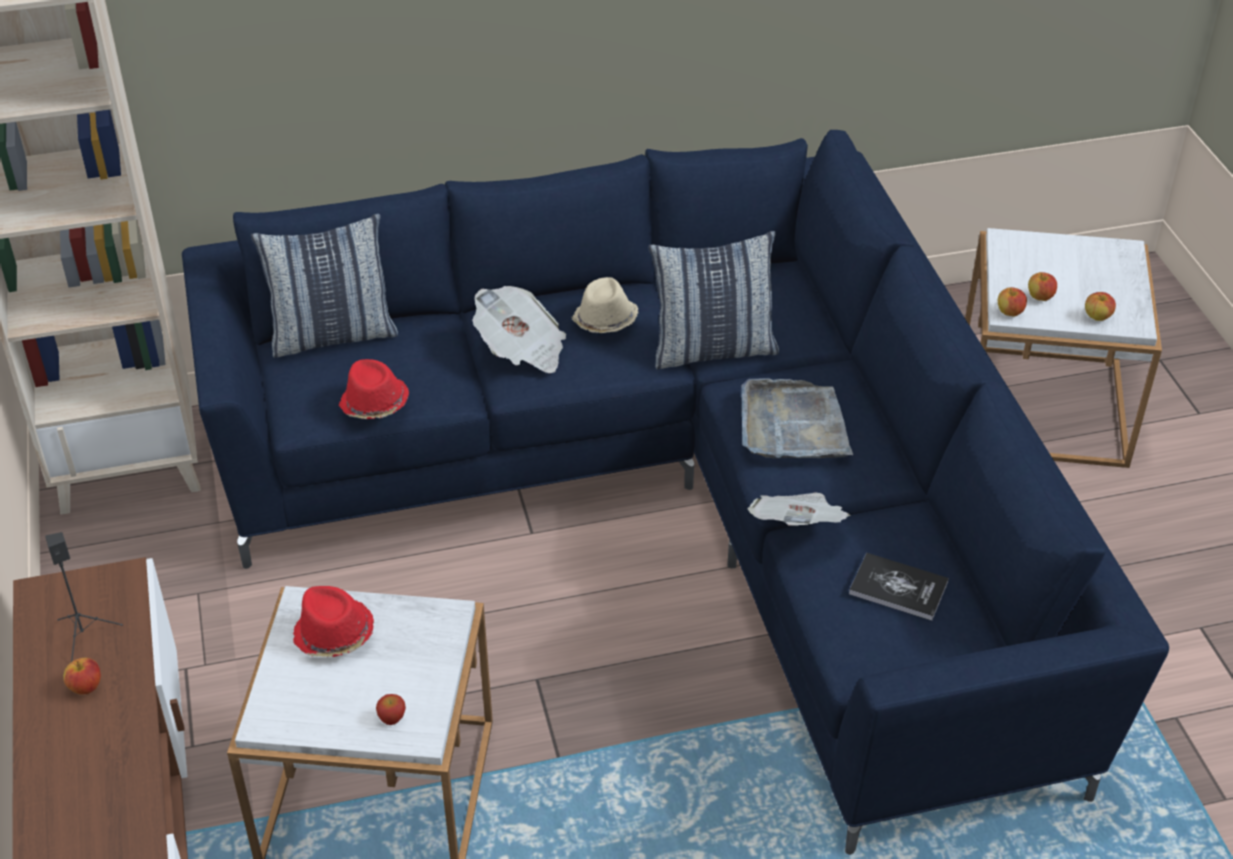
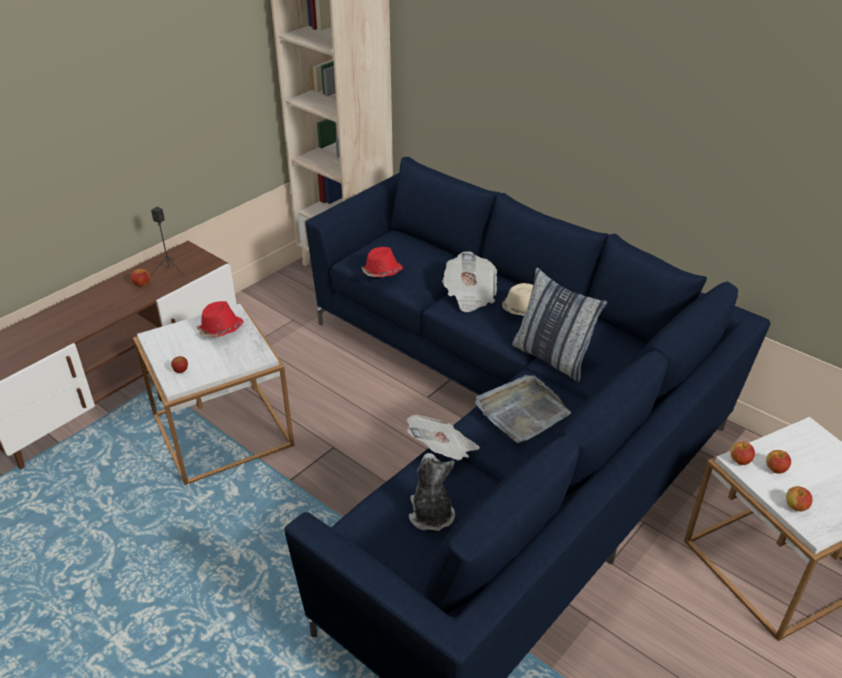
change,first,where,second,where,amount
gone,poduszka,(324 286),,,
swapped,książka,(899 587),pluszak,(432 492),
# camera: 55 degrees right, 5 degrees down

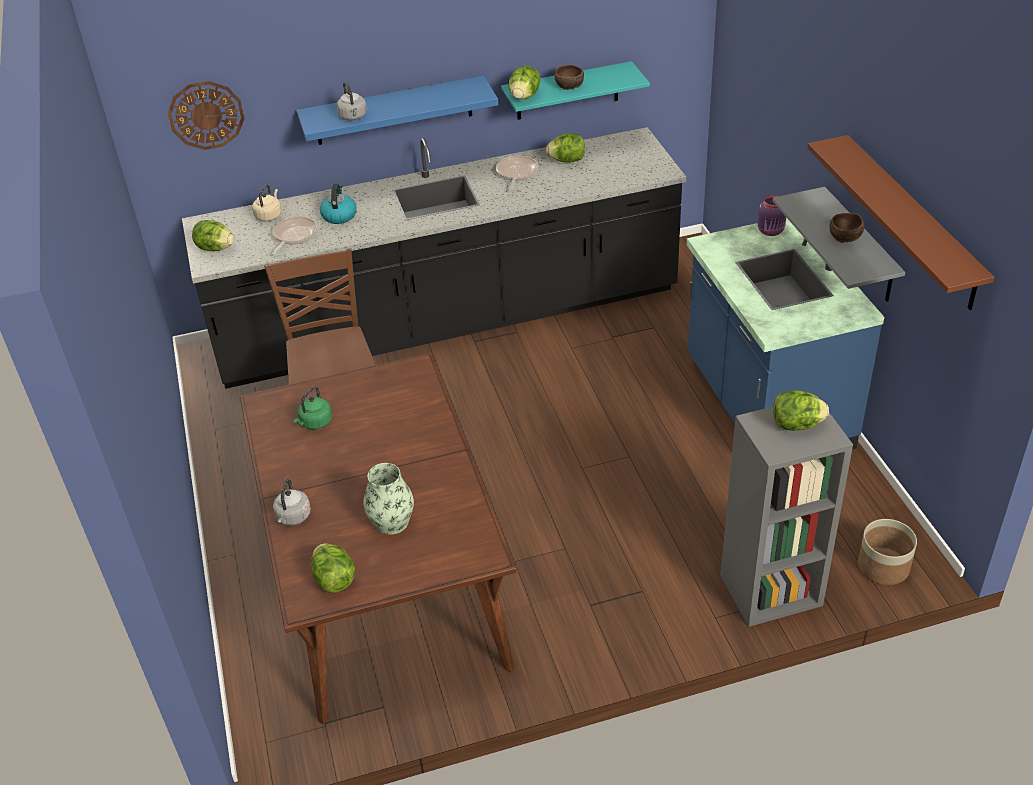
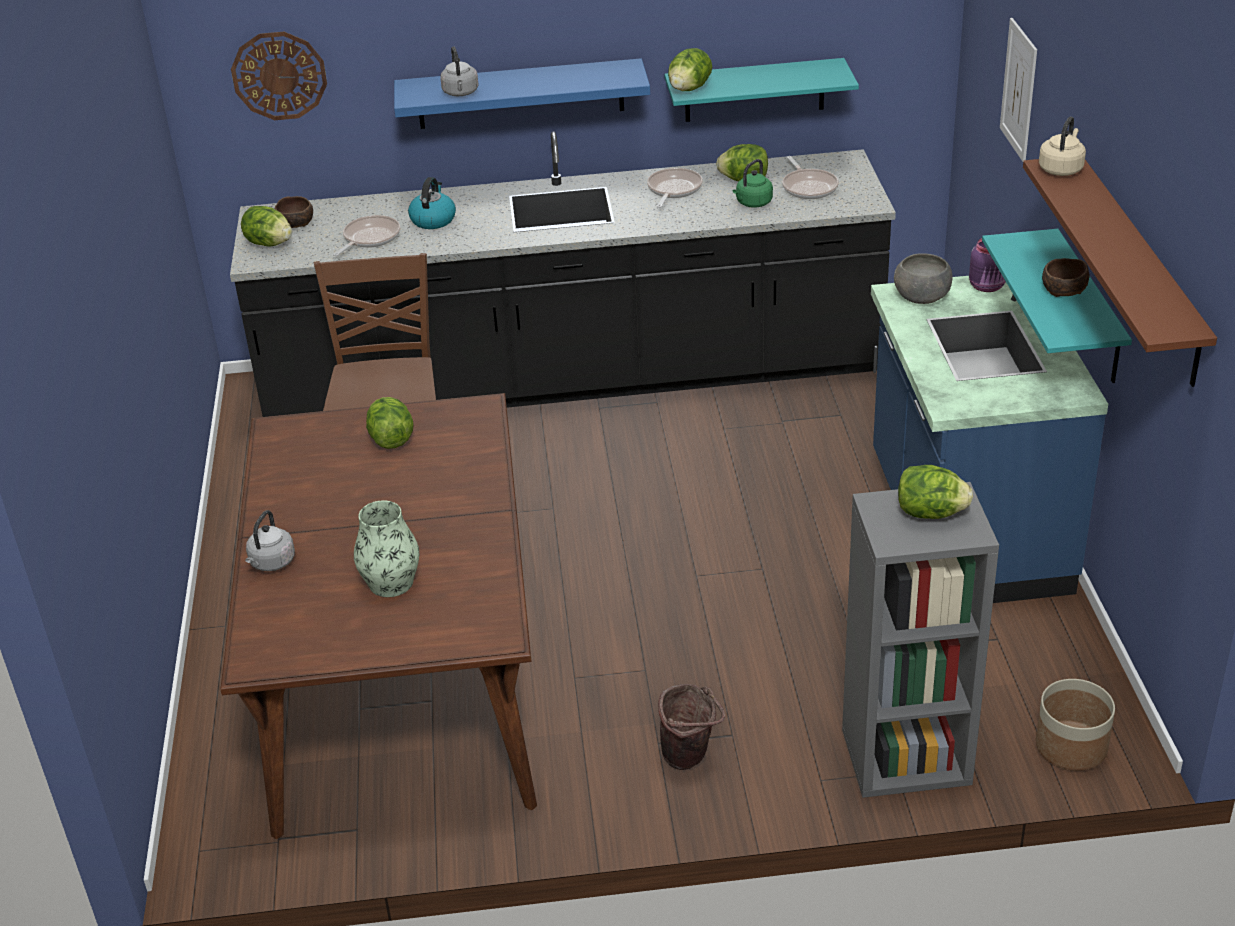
change,first,where,second,where,amount
new,,,wiadro [brązowy],(691 727),
new,,,patelnia,(810 177),
new,,,miska [szary],(923 278),
new,,,obraz,(1018 90),
shifted,czajnik [beżowy],(267 203),,(1062 146),
shifted,czajnik [zielony],(312 407),,(753 183),
shifted,sałata,(333 568),,(390 423),
shifted,miska [brązowy],(569 77),,(294 212),
repainted,półka [szary],(838 244),półka [turkusowy],(1057 306),
# camera: 10 degrees right, 5 degrees down

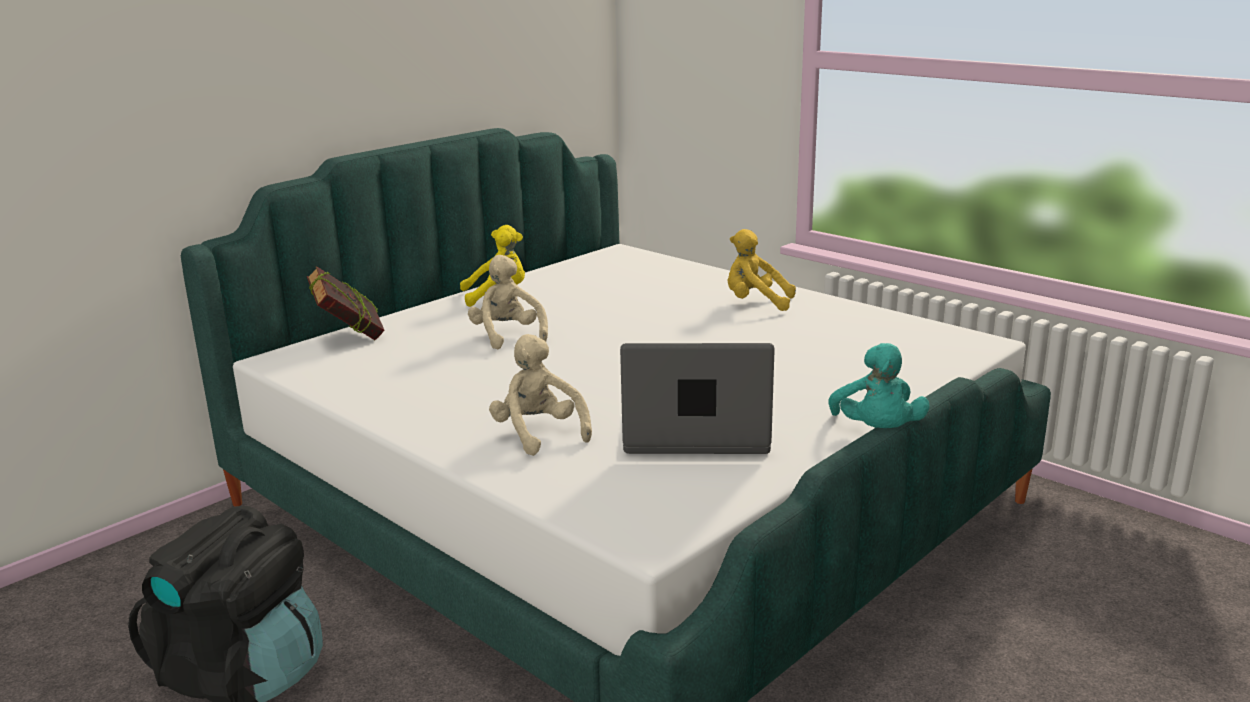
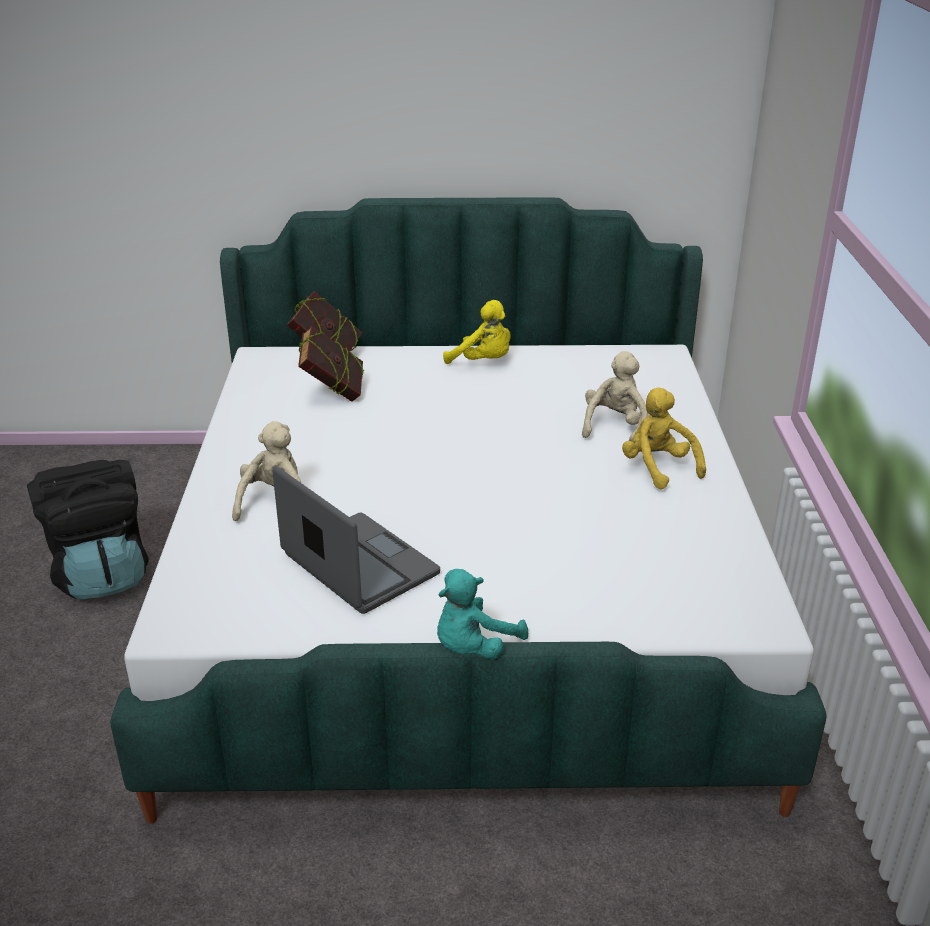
change,first,where,second,where,amount
new,,,książka,(331 364),
shifted,pluszak [beżowy],(508 302),,(615 396),
# camera: 45 degrees right, 10 degrees up

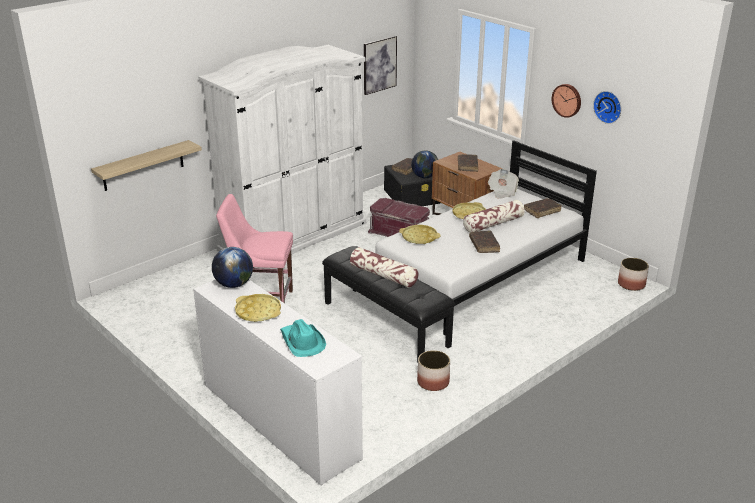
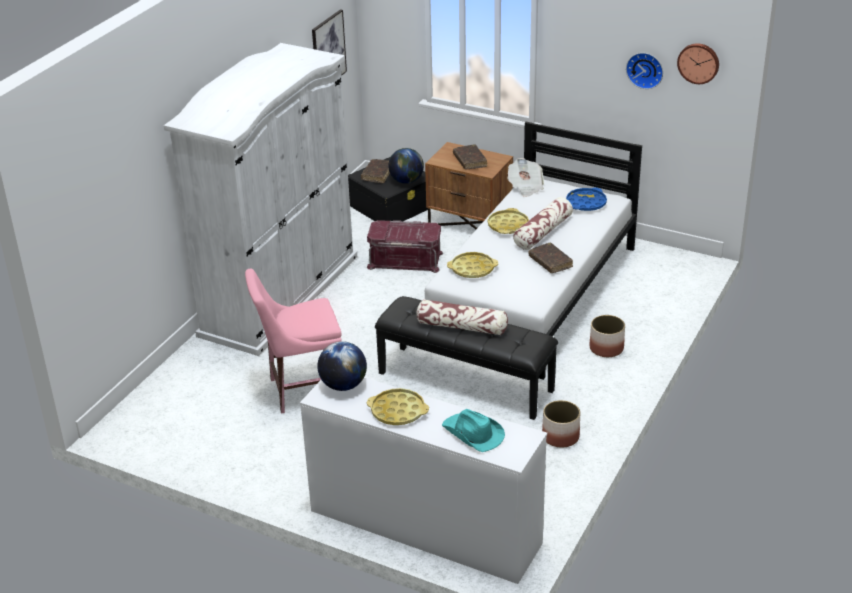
change,first,where,second,where,amount
gone,półka,(146 165),,,
shifted,zegar ścienny,(566 101),,(698 63),
shifted,donica,(633 274),,(607 336),
swapped,książka [brązowy],(543 208),taca [niebieski],(586 199),
# camera: 20 degrees left, 5 degrees up

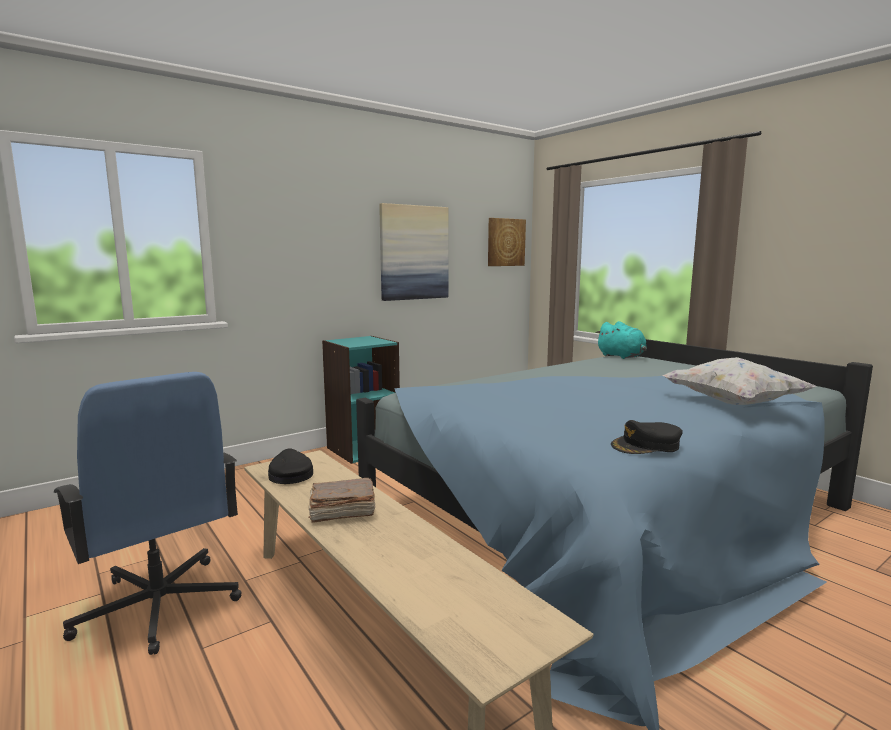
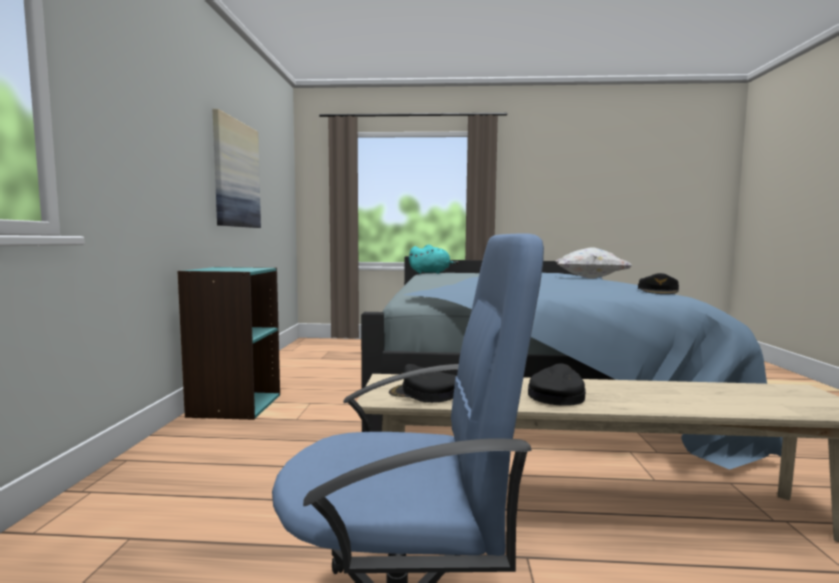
change,first,where,second,where,amount
gone,obraz,(507 242),,,
swapped,książka [brązowy],(342 500),czapka z daszkiem [czarny],(557 384),
# camera: 50 degrees left, 5 degrees down

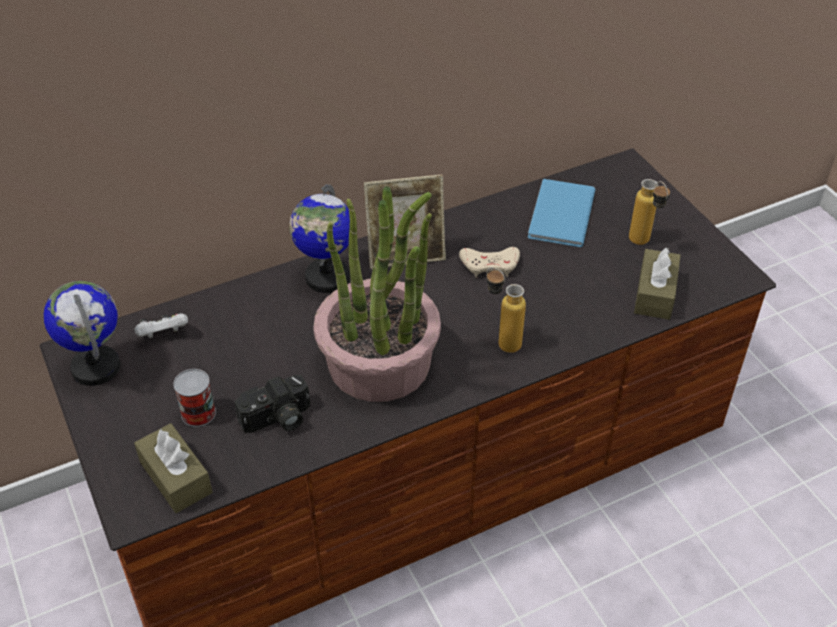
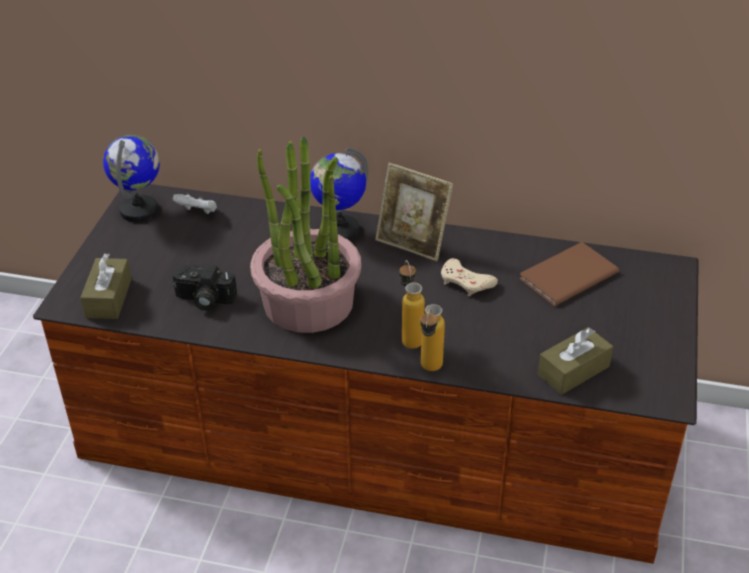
change,first,where,second,where,amount
gone,puszka,(194 398),,,
shifted,butelka,(649 212),,(432 337),
repainted,książka [niebieski],(562 213),książka [brązowy],(569 274),
# camera: 40 degrees right, 5 degrees down

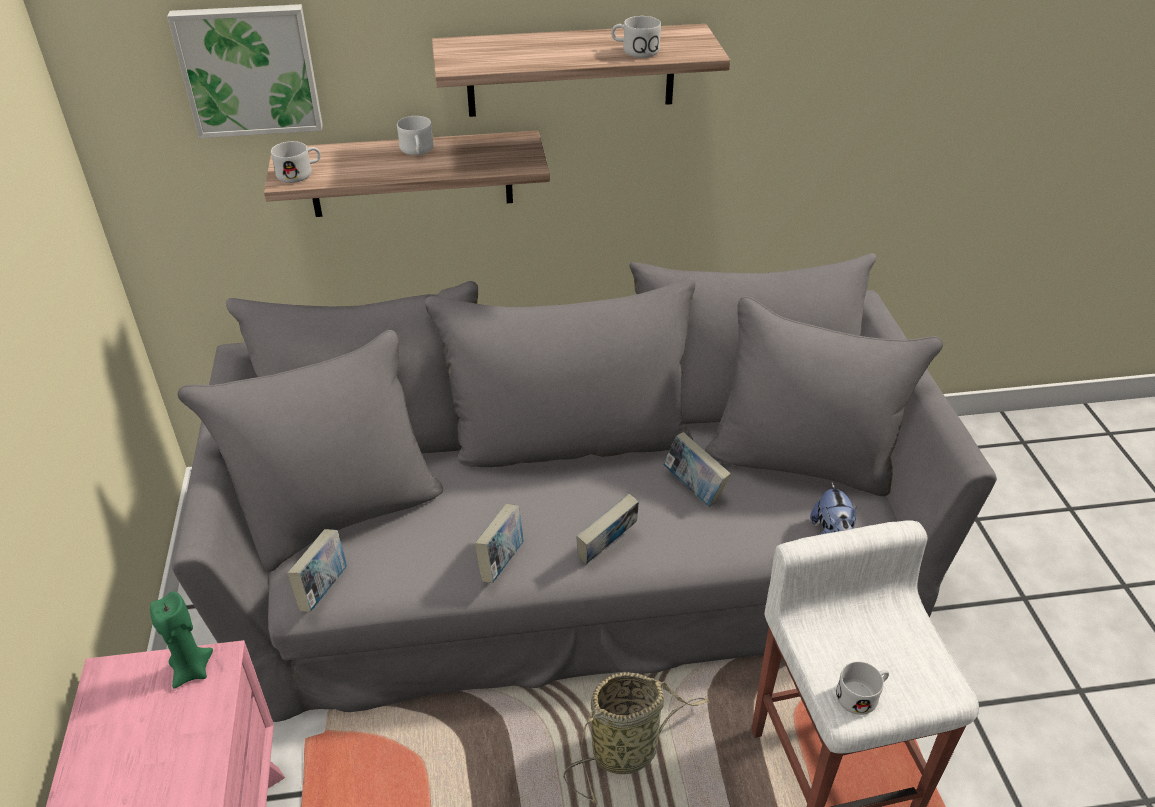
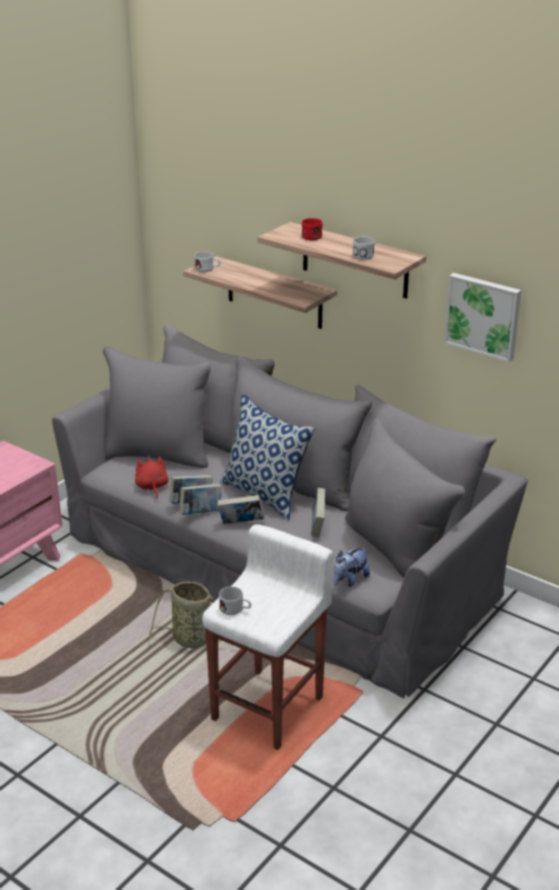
change,first,where,second,where,amount
gone,świeca [zielony],(181 640),,,
gone,kubek [biały],(415 135),,,
new,,,pluszak [czerwony],(152 477),
new,,,poduszka,(267 457),
new,,,kubek [czerwony],(312 229),
shifted,obraz,(245 71),,(482 317),
shifted,książka,(317 570),,(201 499),
# camera: 45 degrees right, 10 degrees down

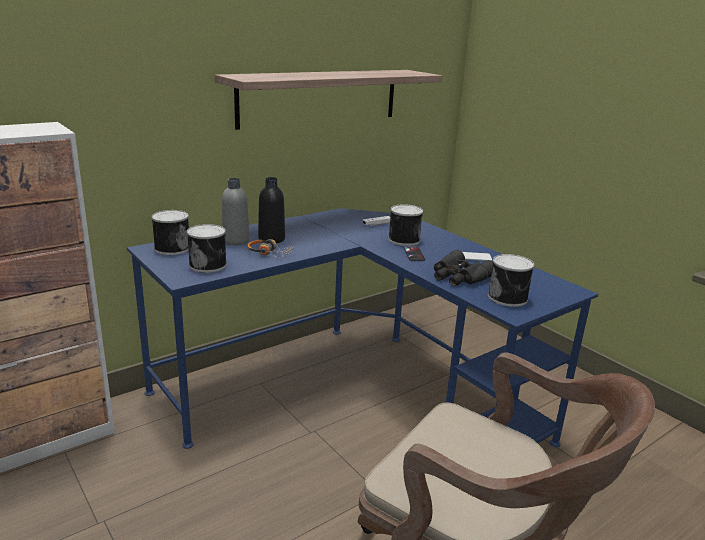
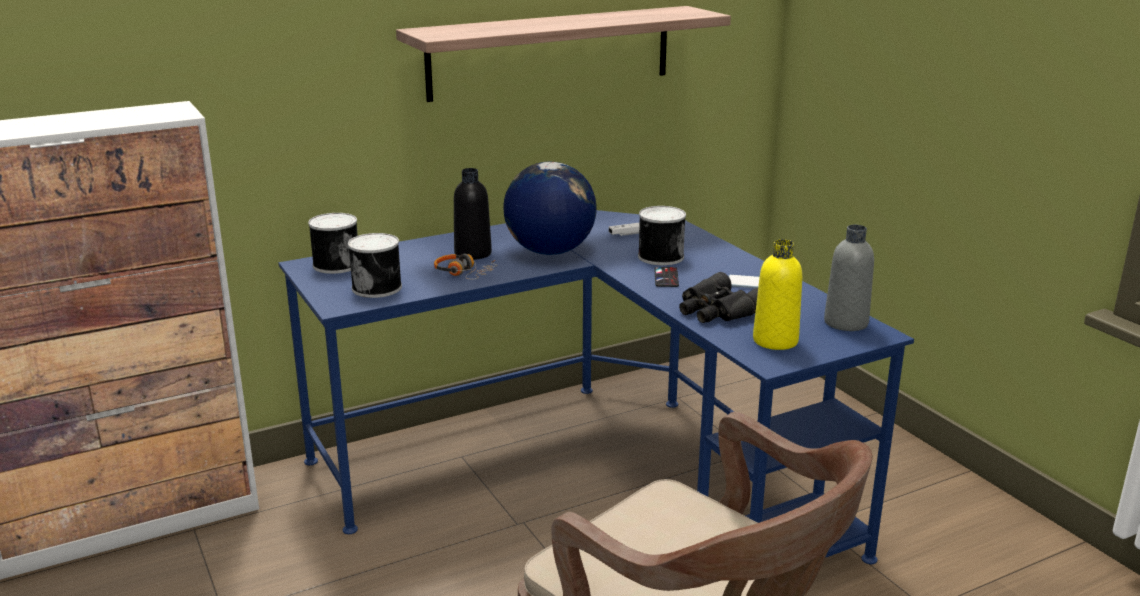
change,first,where,second,where,amount
new,,,globus,(550 208),
shifted,butelka [szary],(236 211),,(849 278),
swapped,puszka,(511 280),butelka [żółty],(777 294),
# camera: 10 degrees right, 0 degrees up

